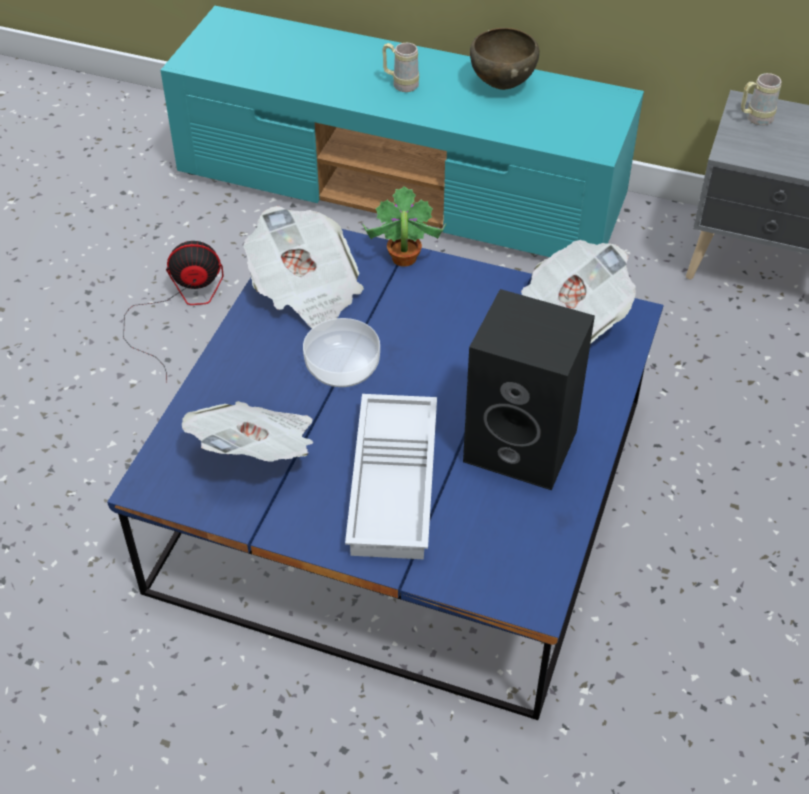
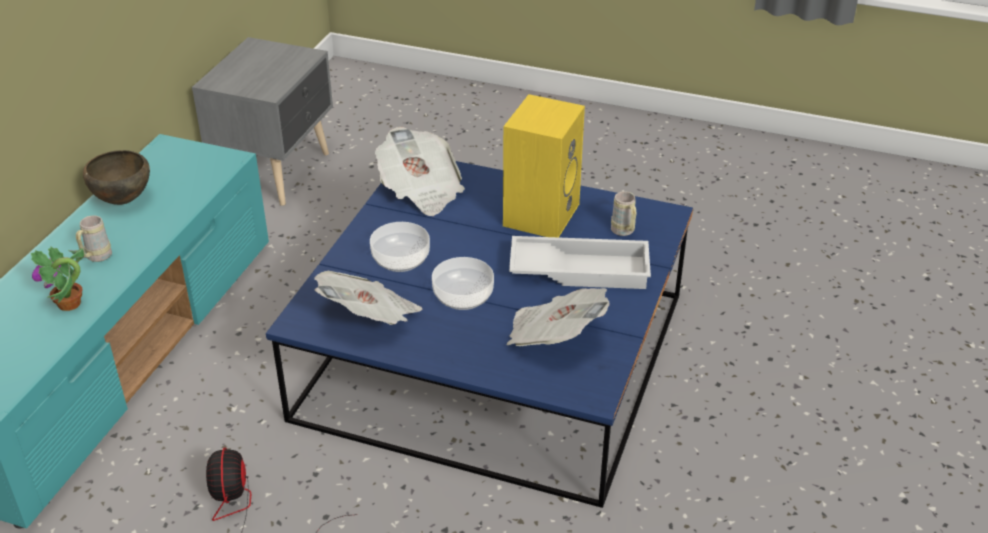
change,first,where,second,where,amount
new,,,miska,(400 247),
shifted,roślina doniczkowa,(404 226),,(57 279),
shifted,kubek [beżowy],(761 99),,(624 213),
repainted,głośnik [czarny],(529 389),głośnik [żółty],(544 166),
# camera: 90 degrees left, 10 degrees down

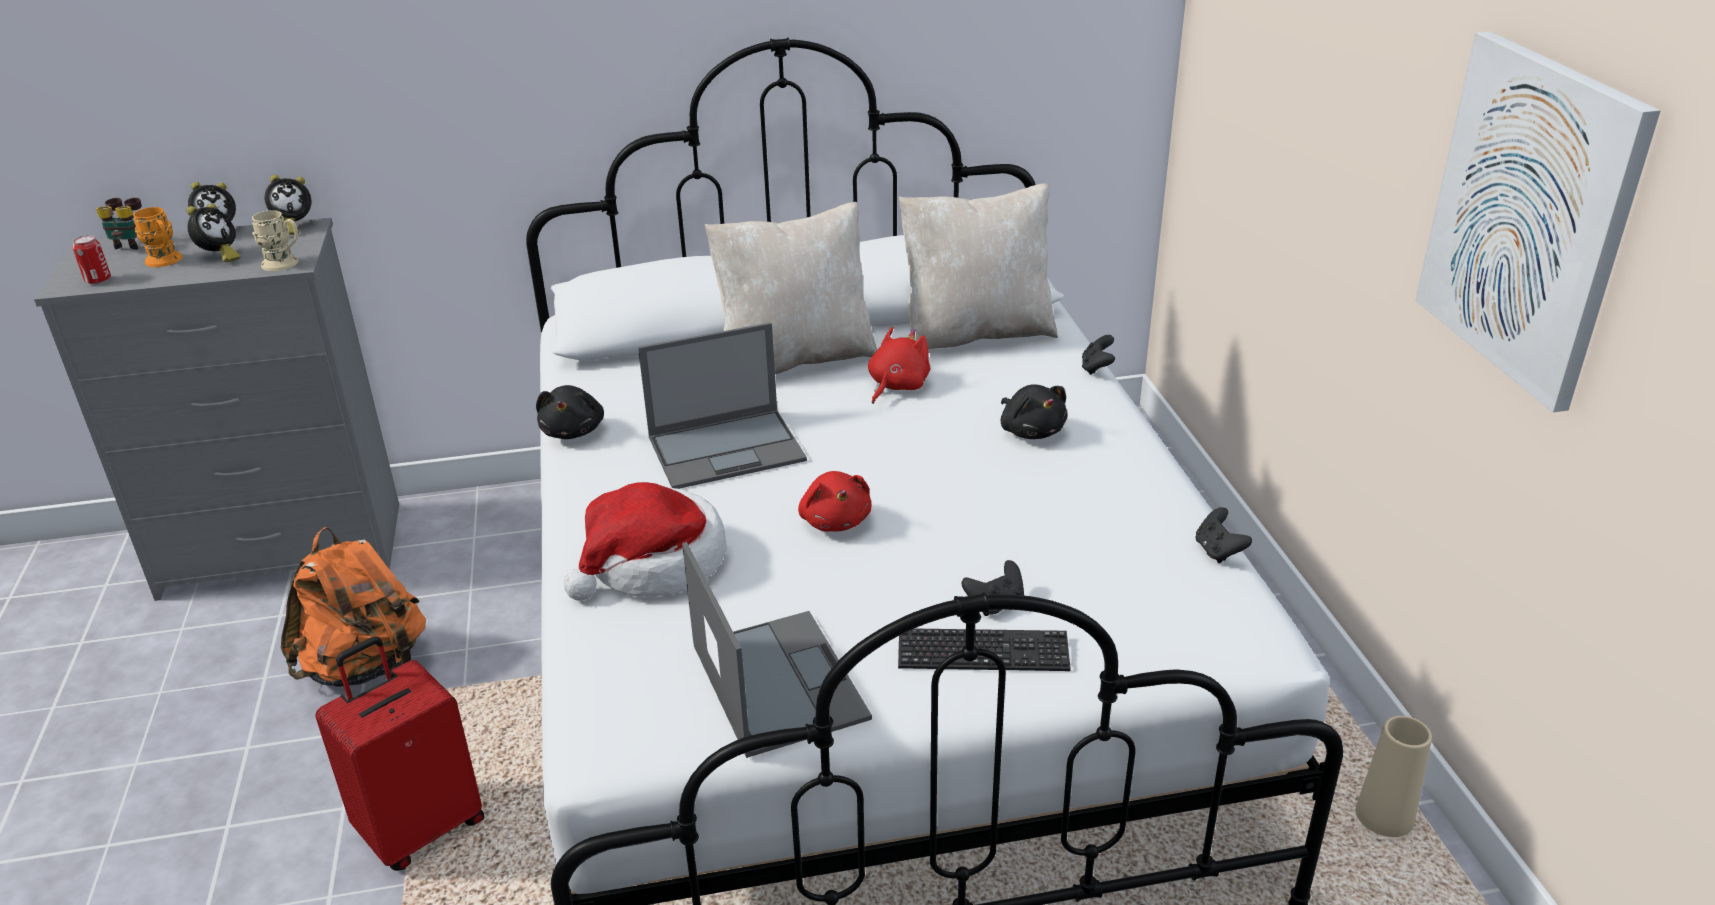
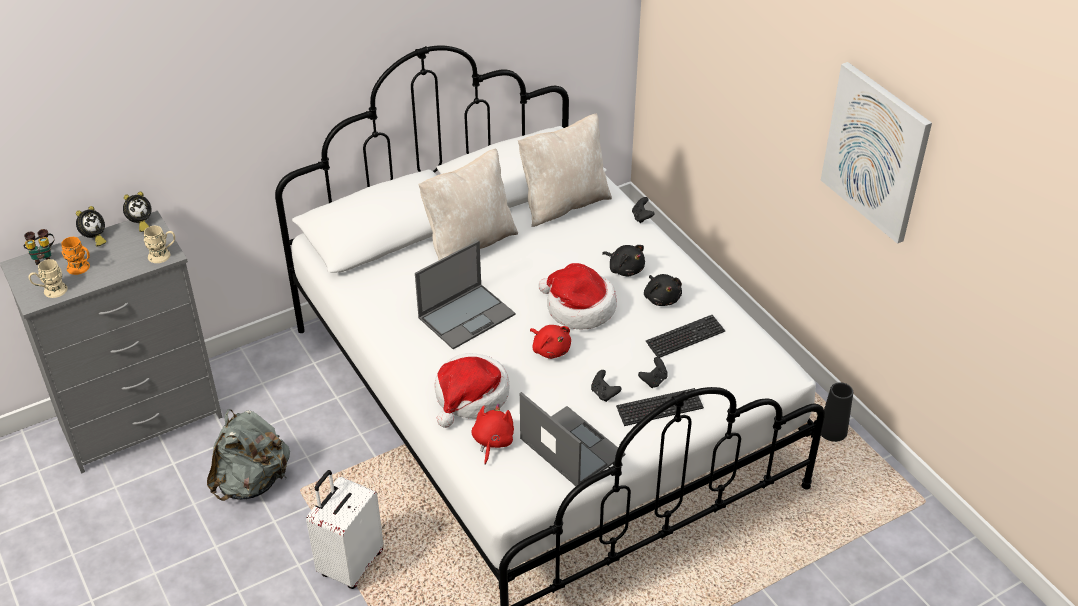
change,first,where,second,where,amount
gone,budzik,(213 233),,,
new,,,kapelusz,(578 296),
new,,,klawiatura,(685 336),
shifted,pluszak [czarny],(570 412),,(663 290),
shifted,pluszak [czerwony],(899 365),,(492 434),
shifted,pad do gier [czarny],(1223 535),,(606 386),
swapped,puszka,(91 259),kubek [beżowy],(48 278),
repainted,plecak [pomarańczowy],(353 607),plecak [szary],(248 455),
repainted,walizka [czerwony],(399 753),walizka [biały],(344 529),
repainted,wazon [beżowy],(1394 776),wazon [czarny],(837 412),
# camera: 20 degrees left, 10 degrees up

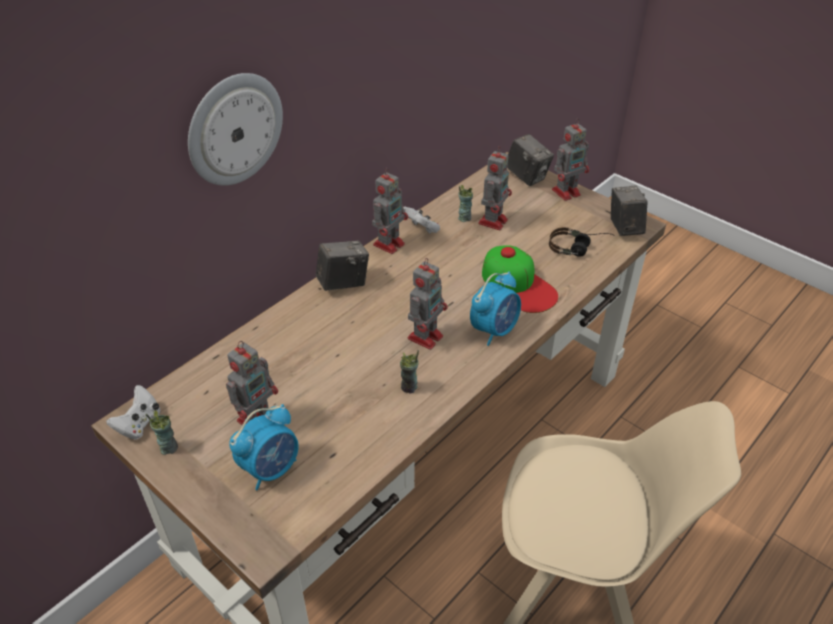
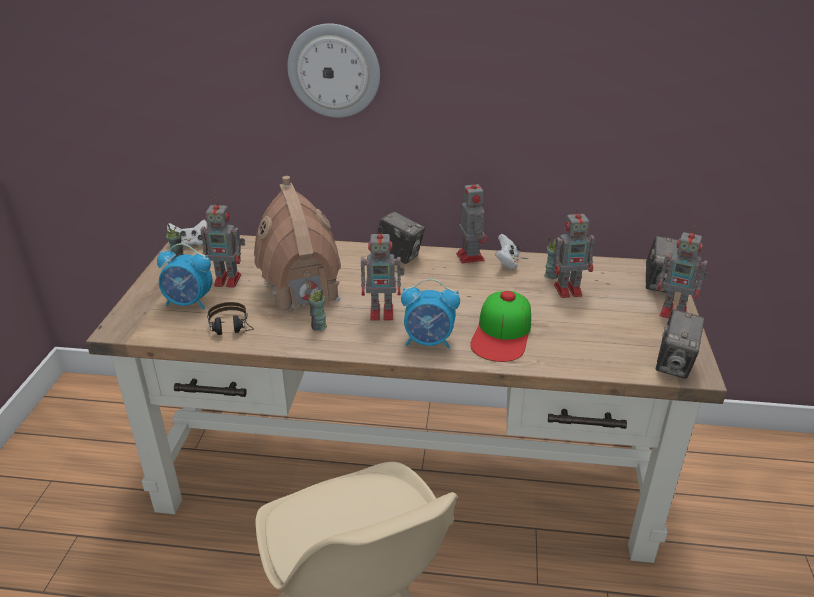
change,first,where,second,where,amount
new,,,domek,(297 243),
shifted,słuchawki,(582 242),,(230 318),
rotated,robot zabawkowy,(390 211),,(472 220),105 degrees counterclockwise
rotated,aparat fotograficzny,(629 210),,(680 344),150 degrees clockwise
# camera: 55 degrees right, 10 degrees down

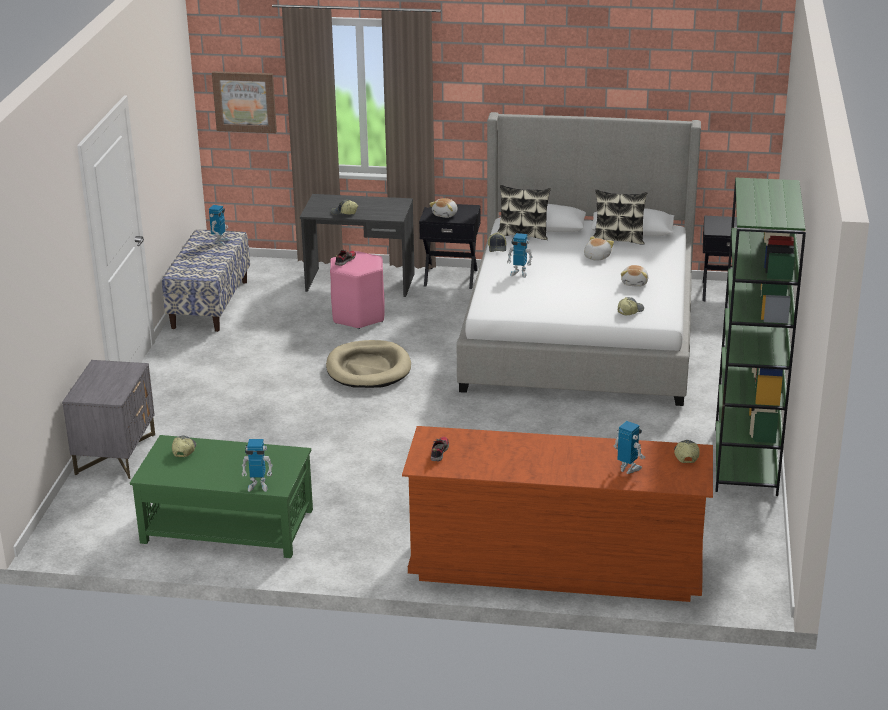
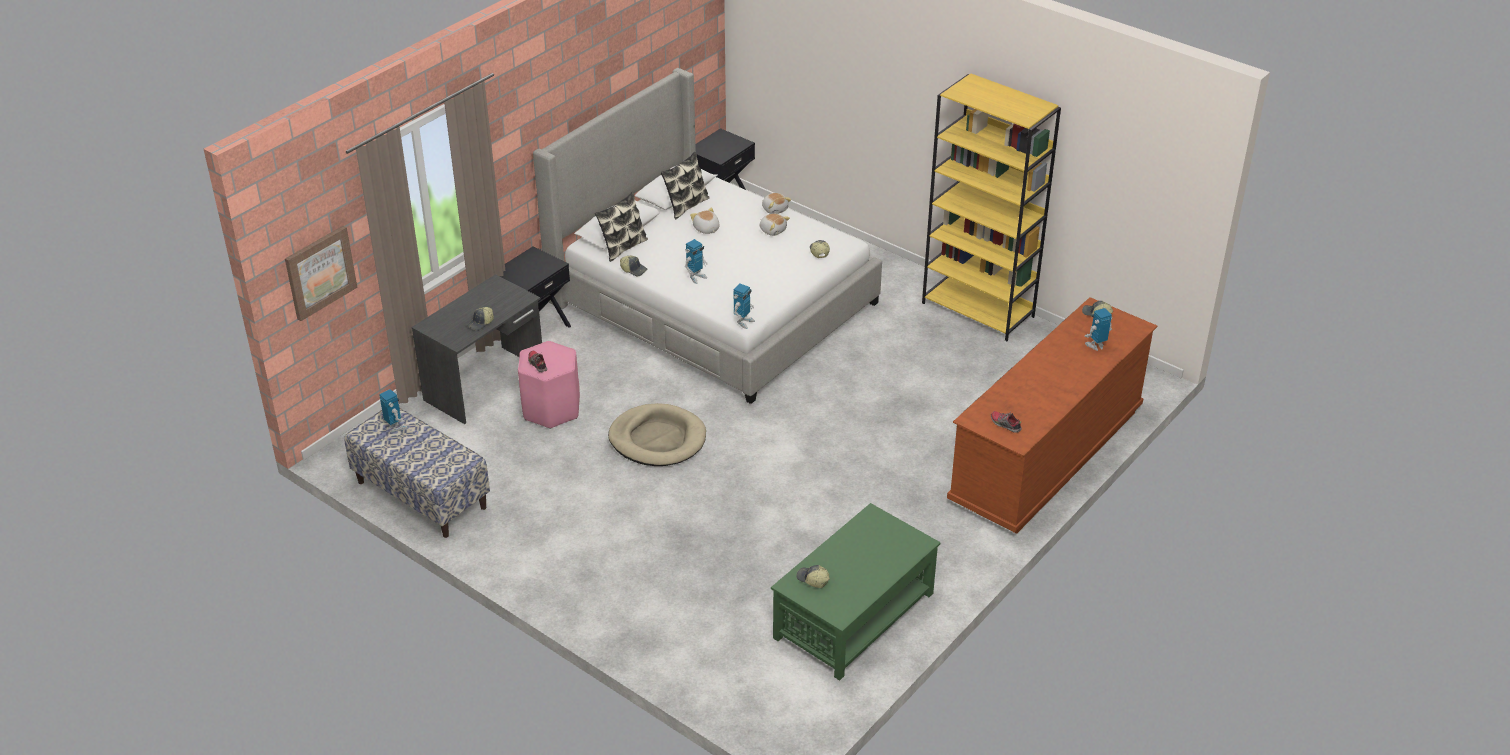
change,first,where,second,where,amount
gone,szafka nocna [szary],(108 419),,,
shifted,robot zabawkowy,(257 465),,(744 306),
shifted,pluszak,(443 208),,(777 203),
repainted,regał [zielony],(760 337),regał [żółty],(991 207),
# camera: 60 degrees left, 10 degrees up

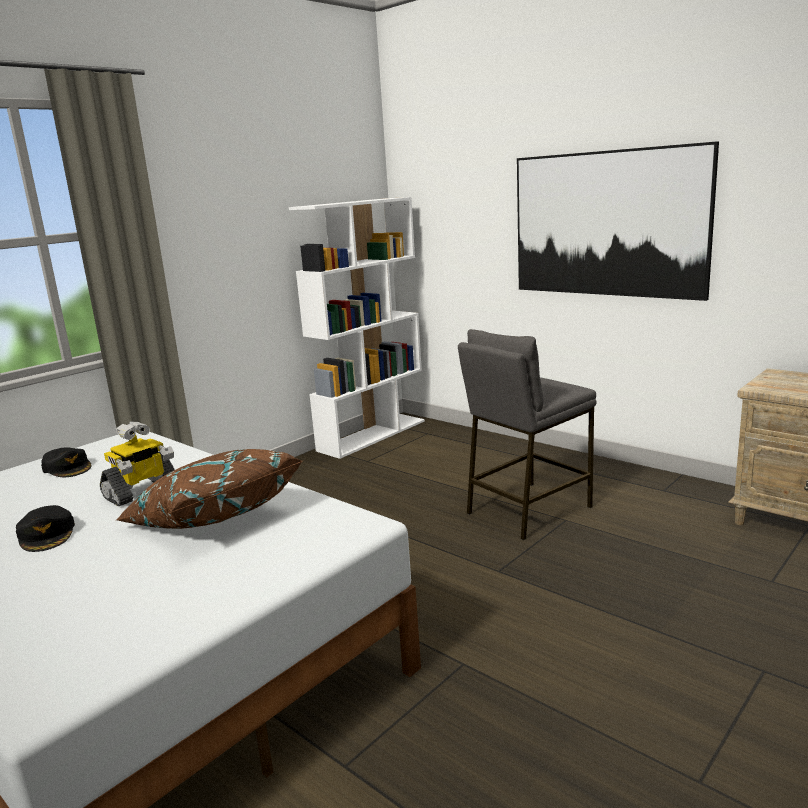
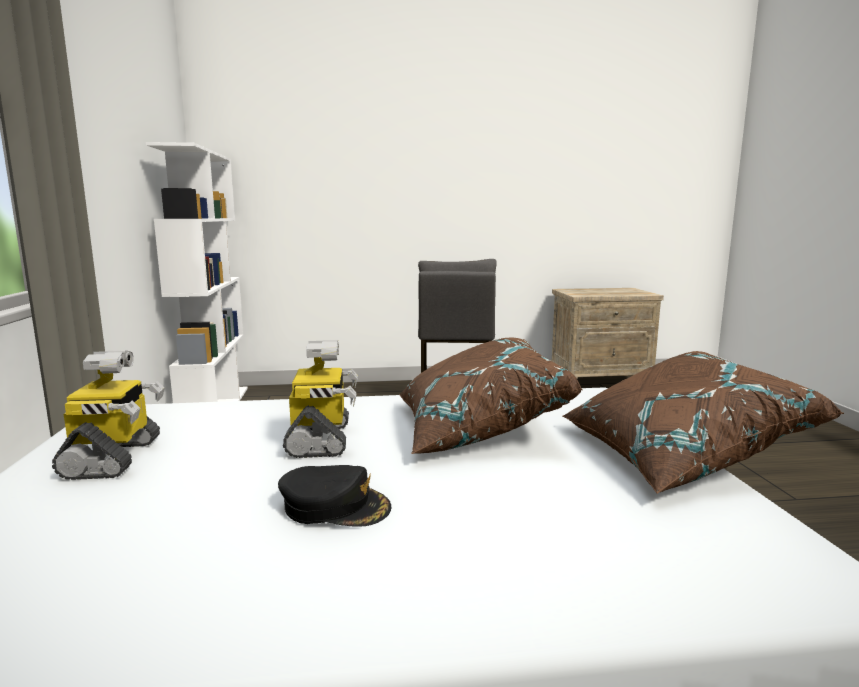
change,first,where,second,where,amount
gone,obraz,(618 221),,,
new,,,poduszka [brązowy],(703 422),
swapped,czapka z daszkiem [czarny],(66 462),robot zabawkowy,(108 415),
# camera: 50 degrees left, 5 degrees down

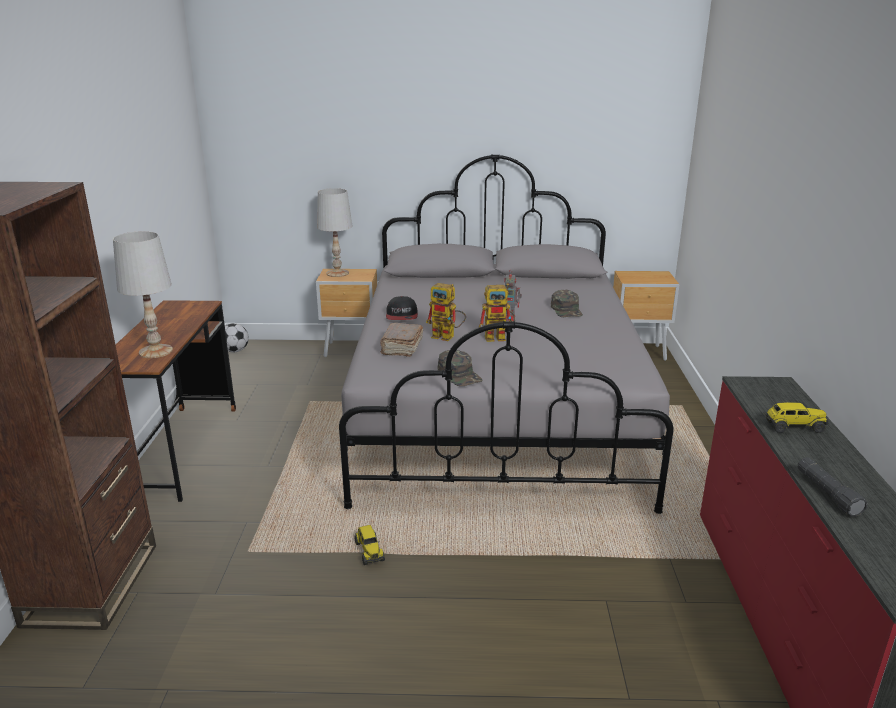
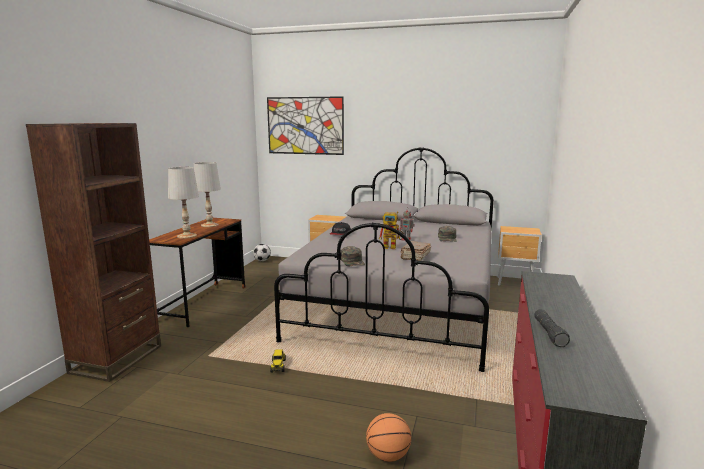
change,first,where,second,where,amount
gone,robot zabawkowy,(446 312),,,
gone,ciężarówka zabawkowa,(796 417),,,
new,,,obraz,(305 125),
new,,,piłka do koszykówki,(388 437),
shifted,lampa stołowa [biały],(335 232),,(207 194),
shifted,książka [brązowy],(401 340),,(415 251),
# camera: 15 degrees right, 10 degrees down

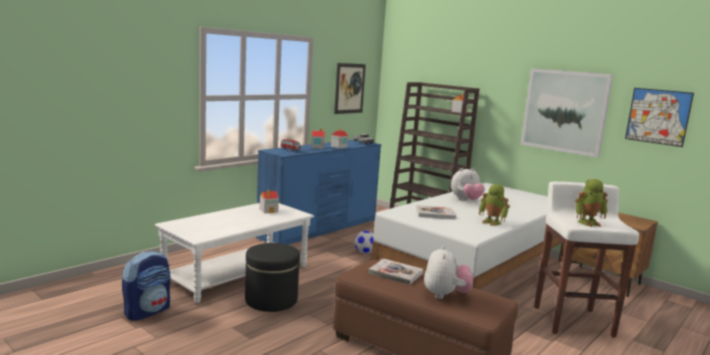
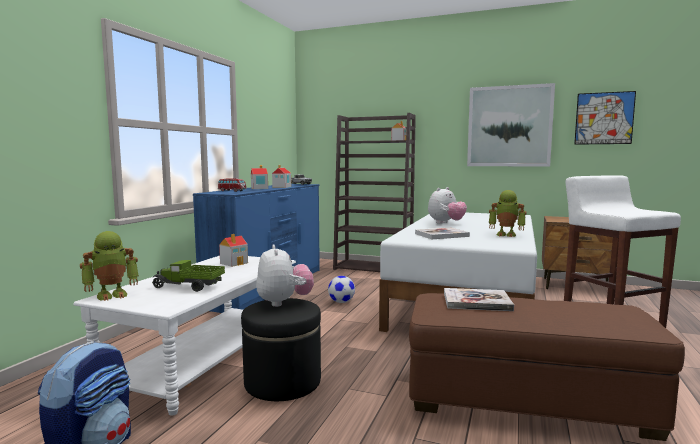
change,first,where,second,where,amount
gone,obraz,(350 88),,,
new,,,ciężarówka zabawkowa,(188 276),
shifted,pluszak,(448 272),,(285 276),
shifted,robot zabawkowy,(591 203),,(109 266),
# camera: 20 degrees left, 5 degrees down

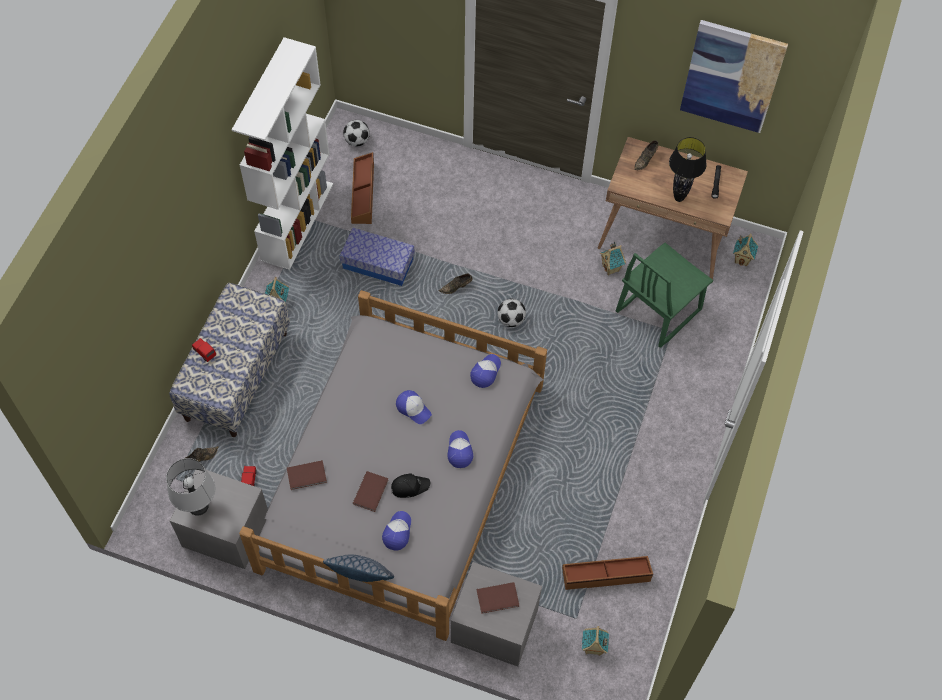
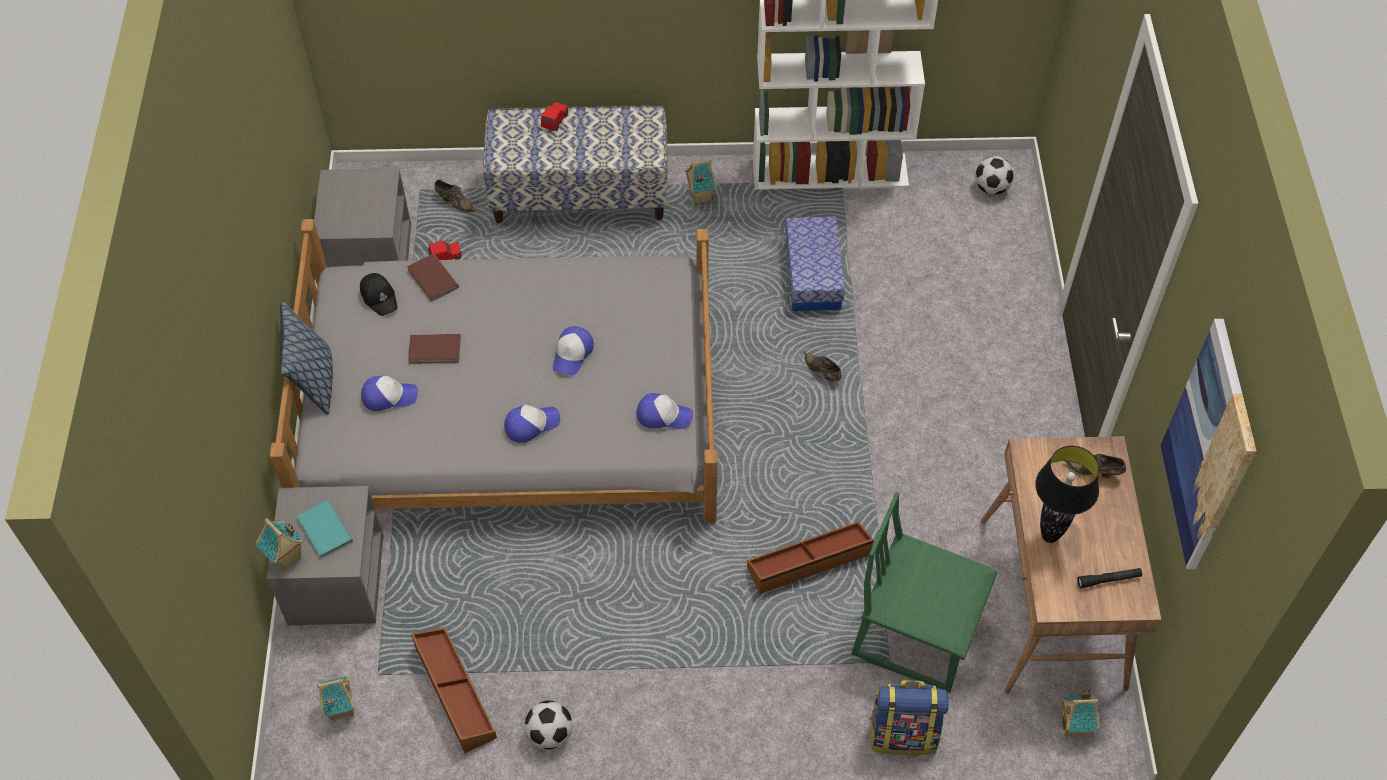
change,first,where,second,where,amount
gone,lampa stołowa [szary],(190 487),,,
new,,,plecak,(909 717),
shifted,pojemnik do przechowywania [brązowy],(362 188),,(810 557),
shifted,czapka z daszkiem [czarny],(410 485),,(379 294),
shifted,piłka futbolowa,(511 313),,(548 725),
shifted,domek,(613 258),,(280 545),
repainted,książka [brązowy],(498 598),książka [turkusowy],(325 529),
# camera: 70 degrees right, 5 degrees down

